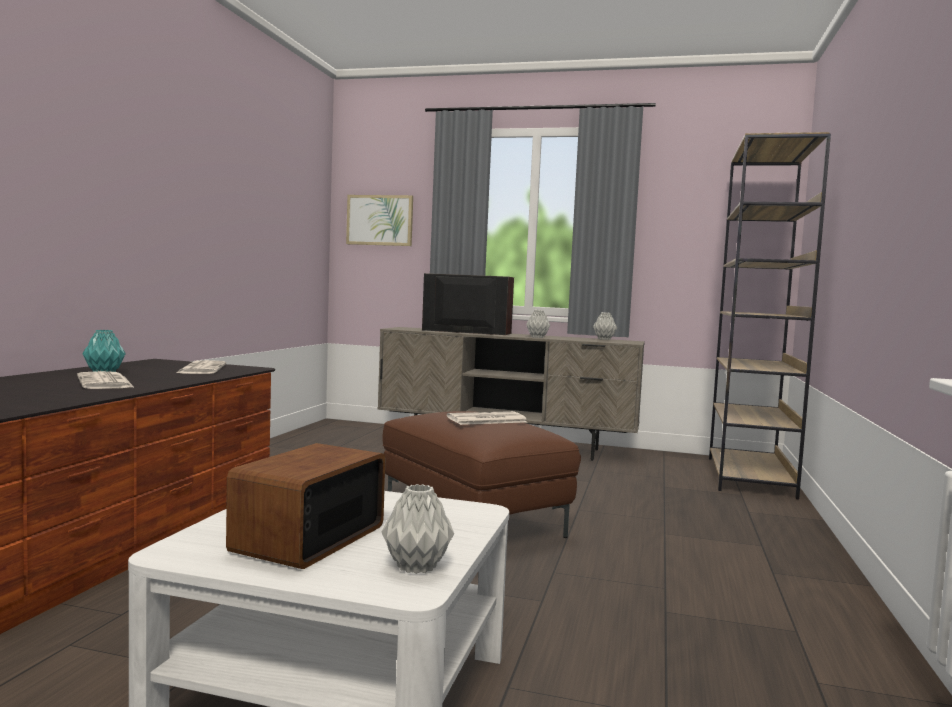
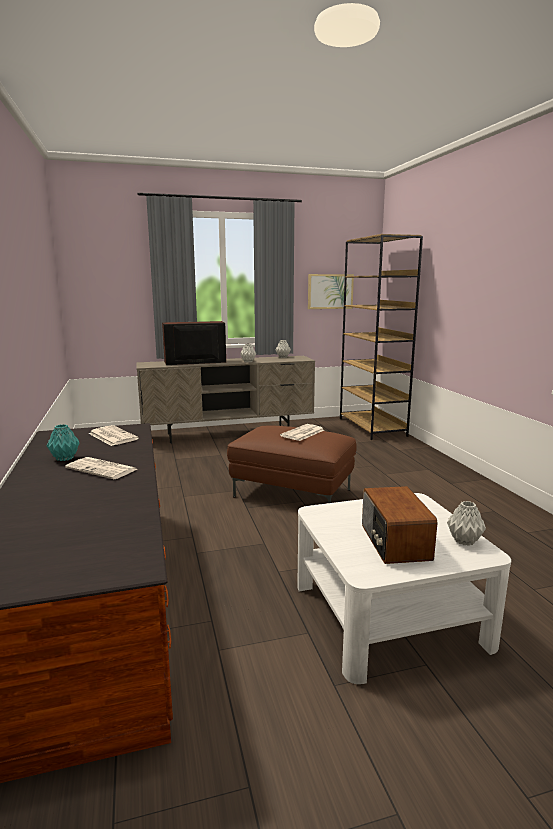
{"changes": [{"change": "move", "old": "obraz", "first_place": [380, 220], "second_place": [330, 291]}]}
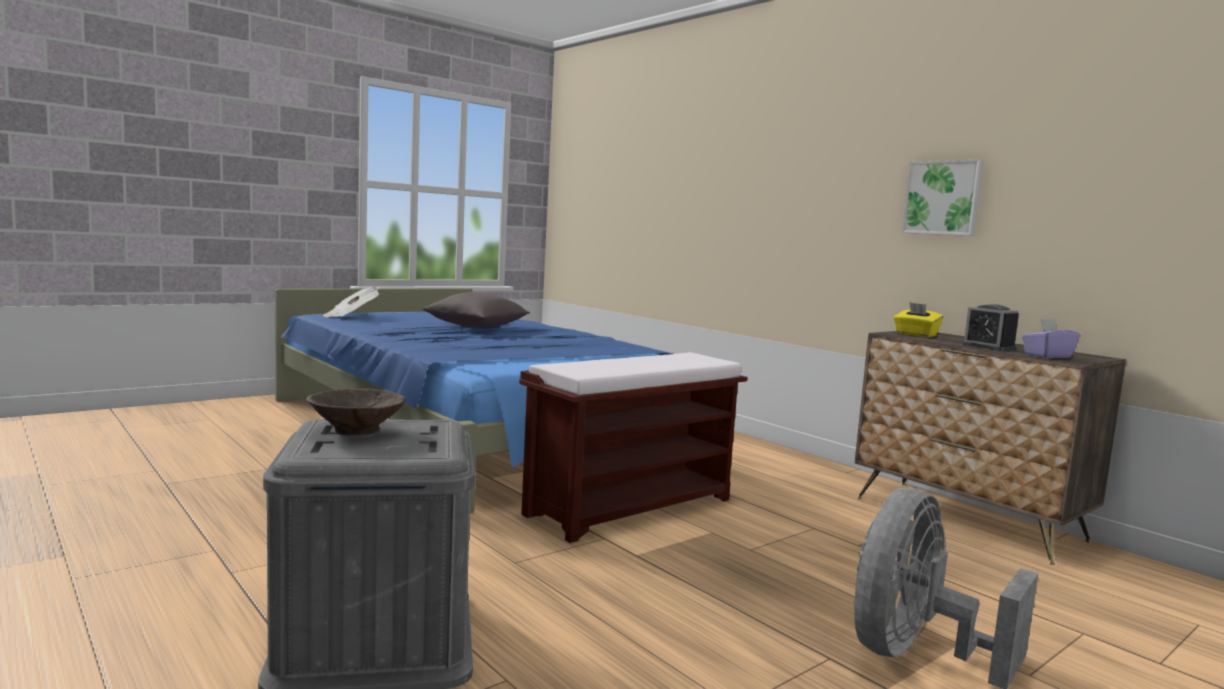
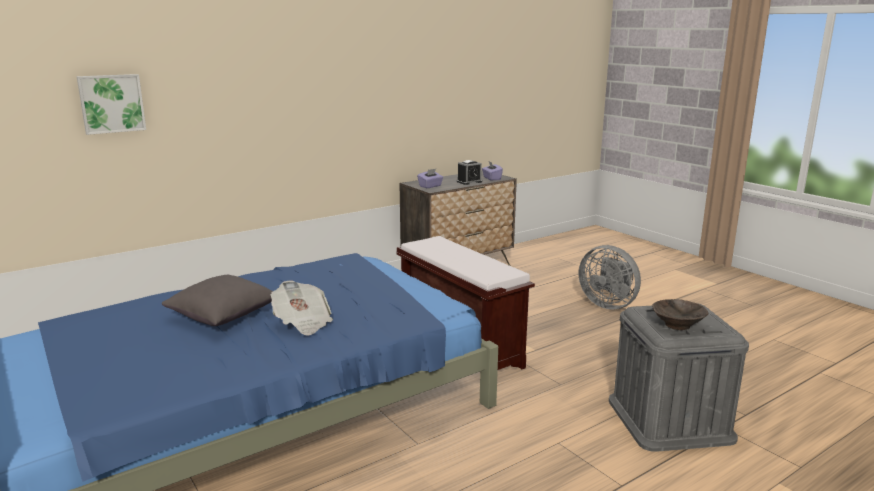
{"changes": [{"change": "move", "old": "obraz", "first_place": [943, 198], "second_place": [111, 103]}, {"change": "move", "old": "gazeta", "first_place": [351, 316], "second_place": [302, 322]}, {"change": "recolor", "old": "pudełko chusteczek/żółty", "new": "pudełko chusteczek/fioletowy", "first_place": [915, 334], "second_place": [430, 186]}]}
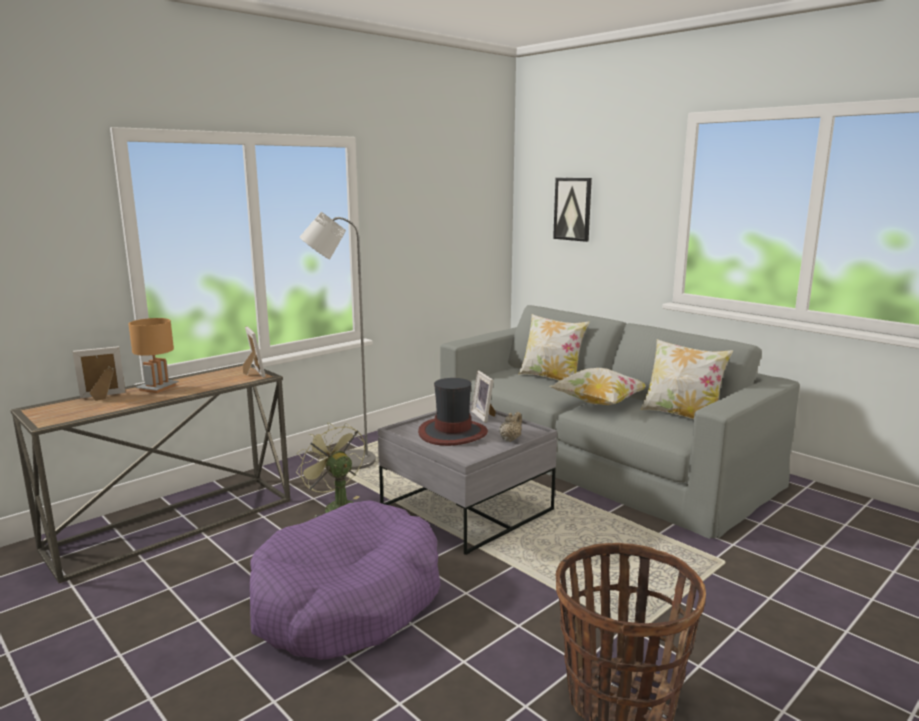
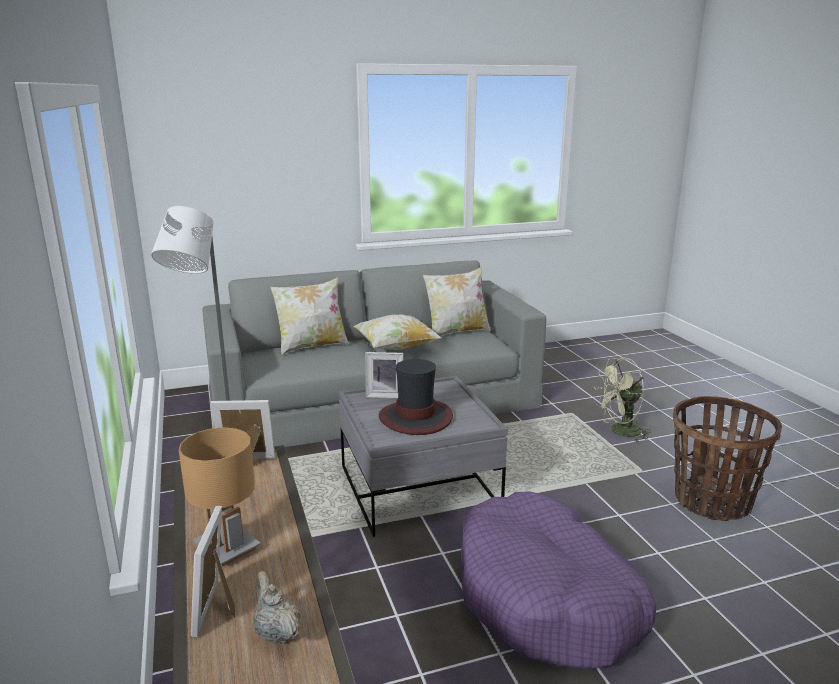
{"changes": [{"change": "move", "old": "imbryk/beżowy", "first_place": [510, 439], "second_place": [276, 632]}, {"change": "move", "old": "wentylator/zielony", "first_place": [335, 507], "second_place": [620, 432]}, {"change": "delete", "old": "obraz", "first_place": [573, 209]}]}
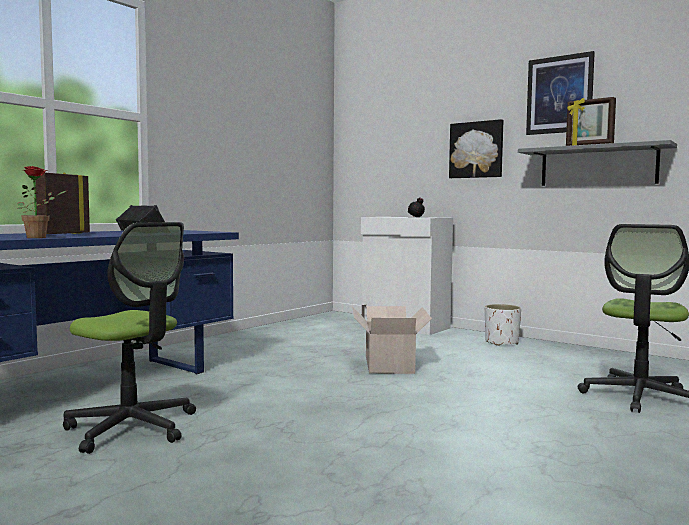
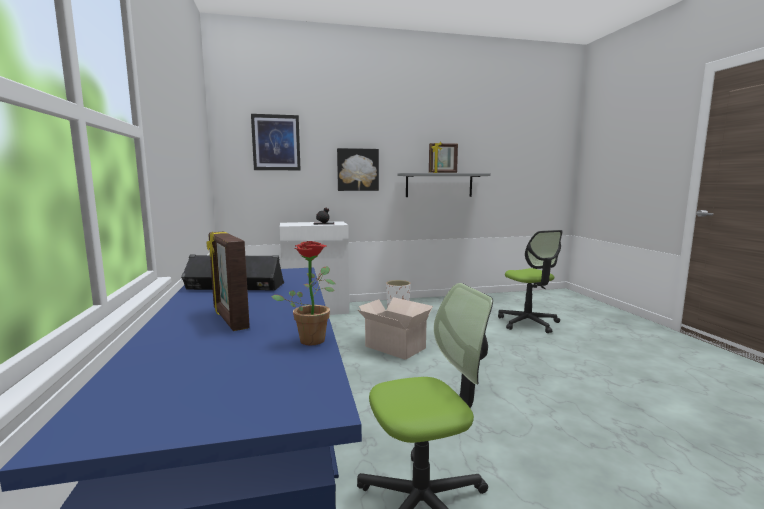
{"changes": [{"change": "move", "old": "obraz", "first_place": [559, 95], "second_place": [276, 142]}]}
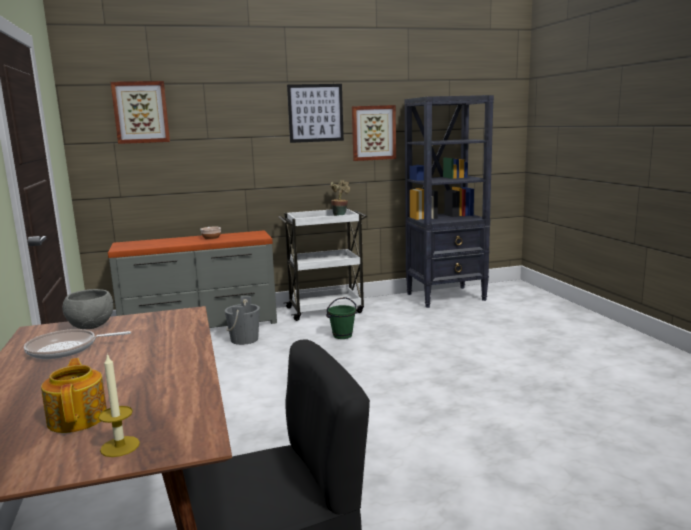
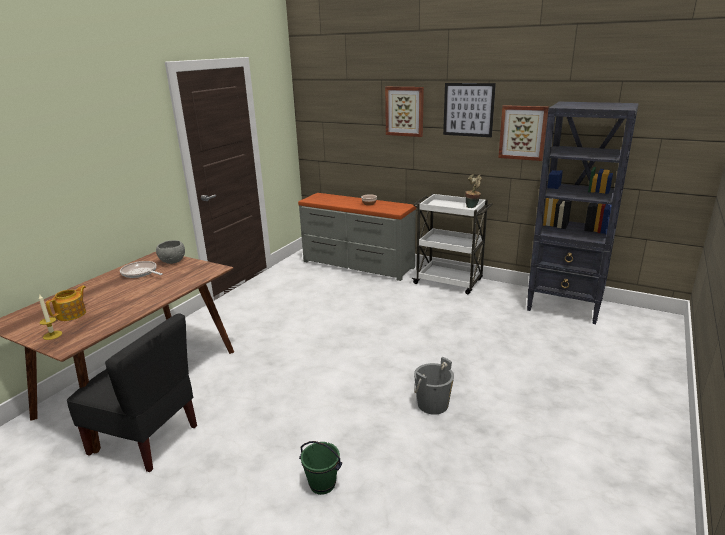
{"changes": [{"change": "move", "old": "wiadro/zielony", "first_place": [342, 336], "second_place": [322, 485]}, {"change": "move", "old": "obraz", "first_place": [141, 112], "second_place": [404, 111]}, {"change": "move", "old": "wiadro/szary", "first_place": [244, 339], "second_place": [433, 404]}]}
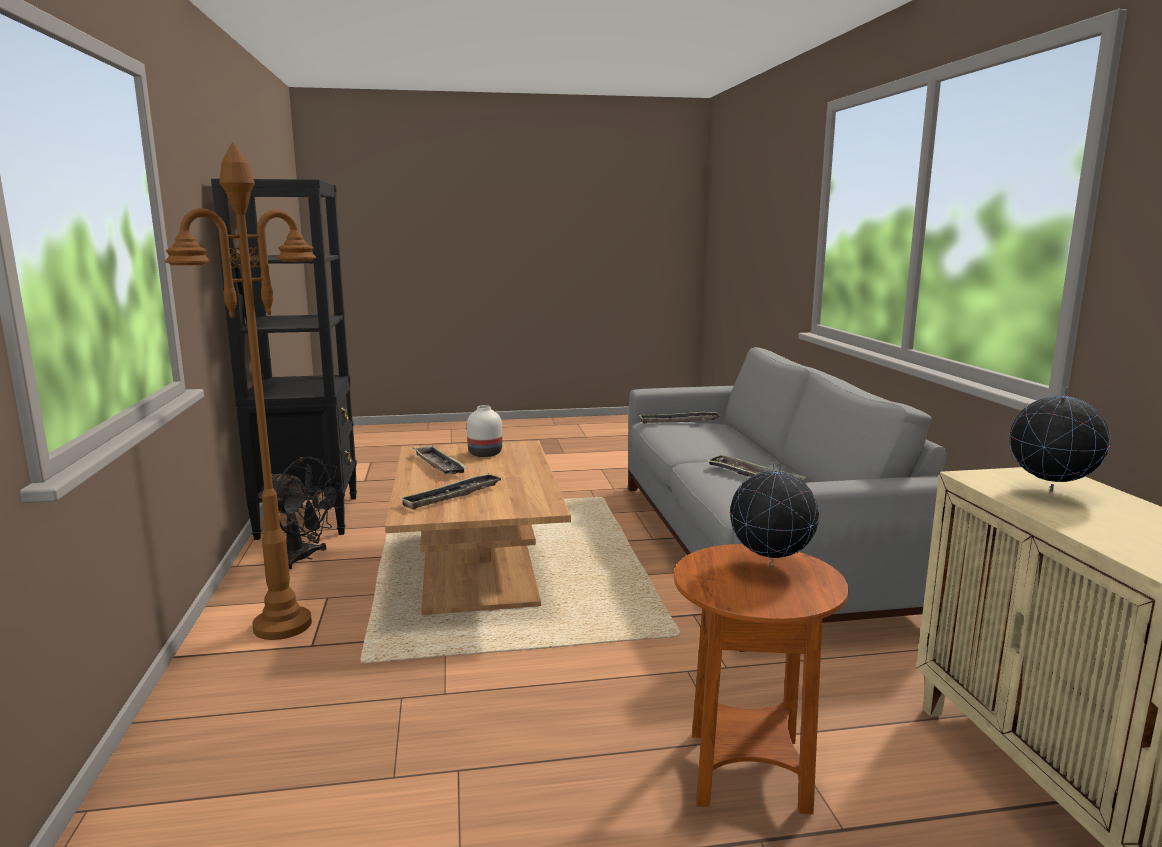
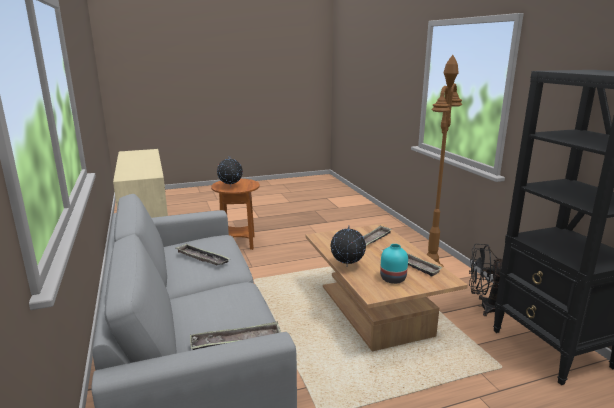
{"changes": [{"change": "move", "old": "globus", "first_place": [1050, 491], "second_place": [347, 266]}, {"change": "recolor", "old": "wazon/biały", "new": "wazon/turkusowy", "first_place": [484, 453], "second_place": [393, 279]}]}
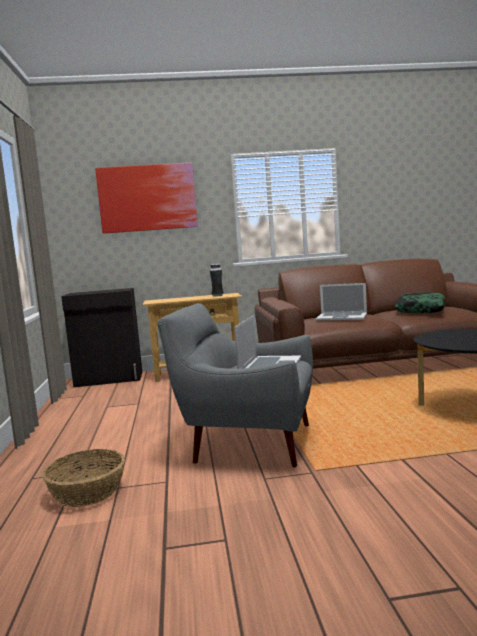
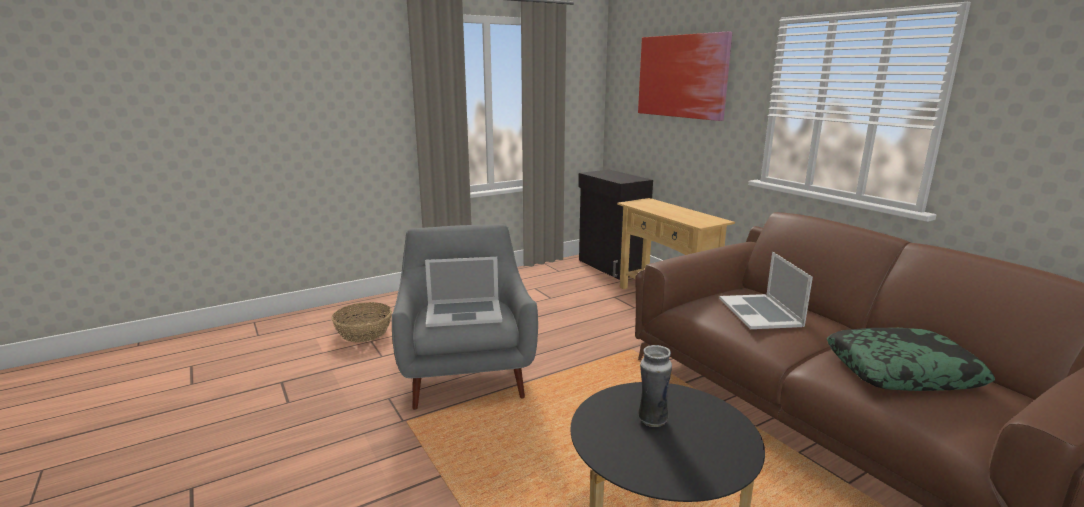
{"changes": [{"change": "move", "old": "wazon", "first_place": [217, 296], "second_place": [652, 420]}]}
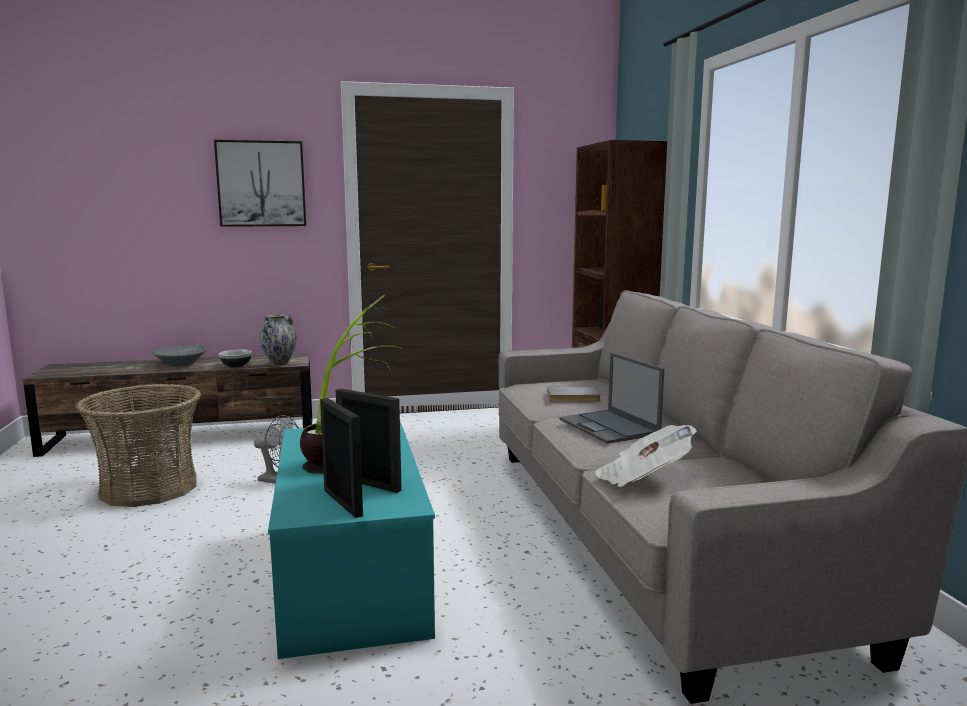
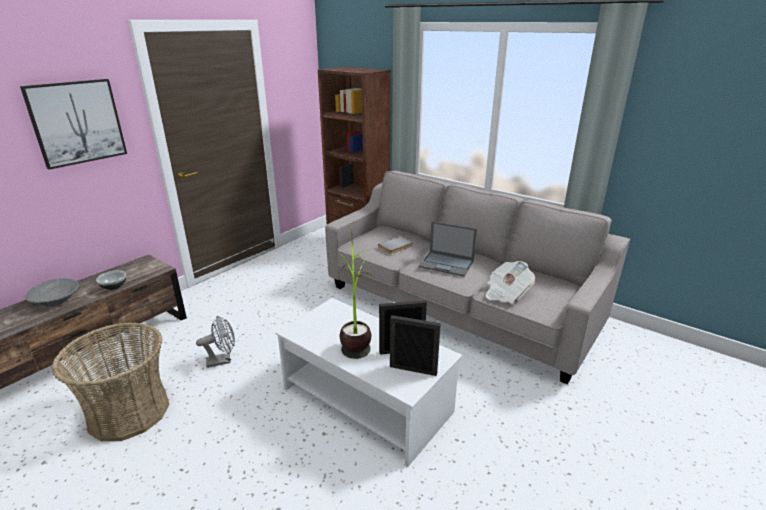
{"changes": [{"change": "recolor", "old": "ława/turkusowy", "new": "ława/biały", "first_place": [352, 574], "second_place": [367, 400]}, {"change": "delete", "old": "wazon", "first_place": [279, 364]}]}
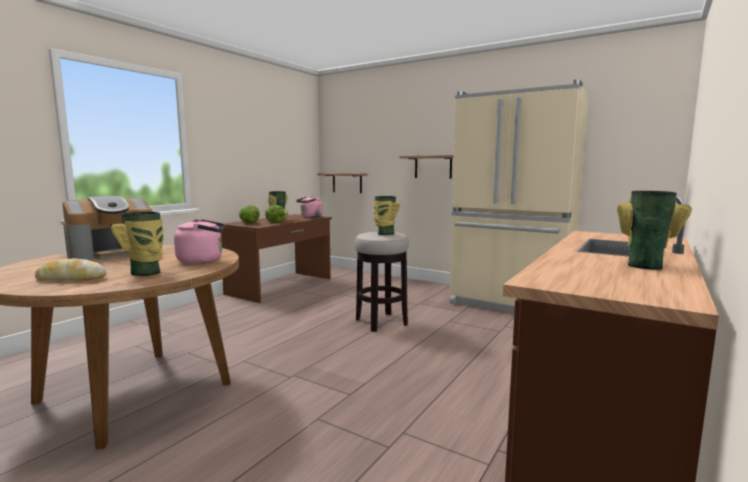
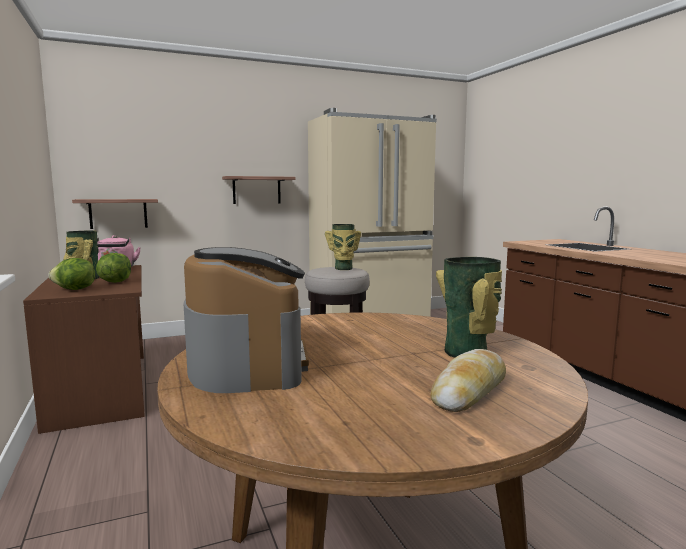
{"changes": [{"change": "delete", "old": "czajnik/różowy", "first_place": [203, 260]}, {"change": "delete", "old": "wazon", "first_place": [644, 265]}]}
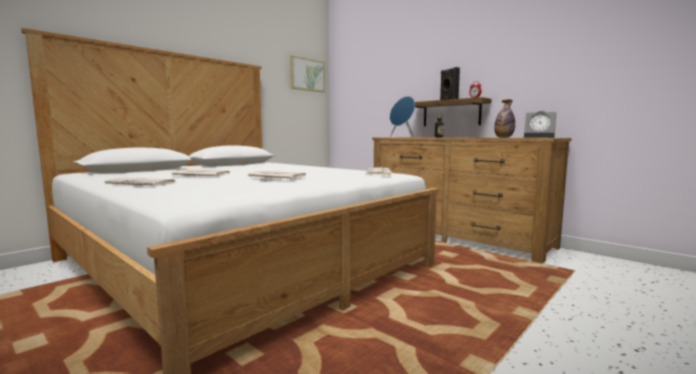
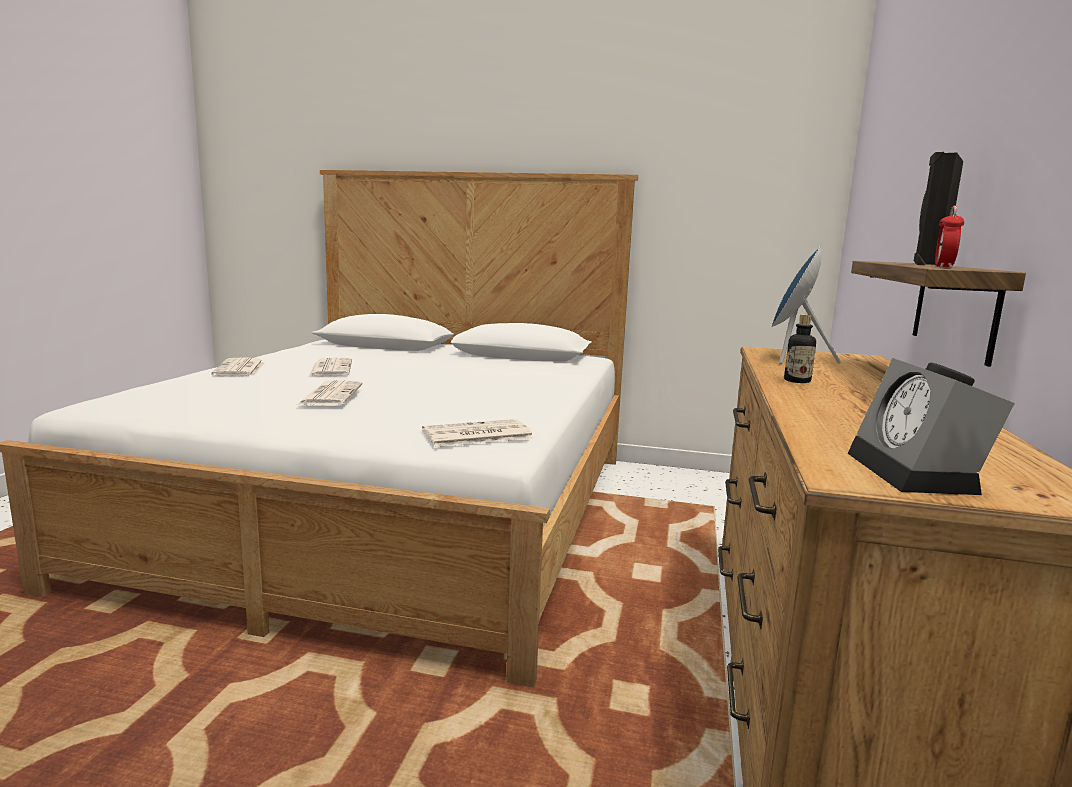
{"changes": [{"change": "delete", "old": "obraz", "first_place": [307, 74]}, {"change": "delete", "old": "butelka", "first_place": [503, 137]}]}
